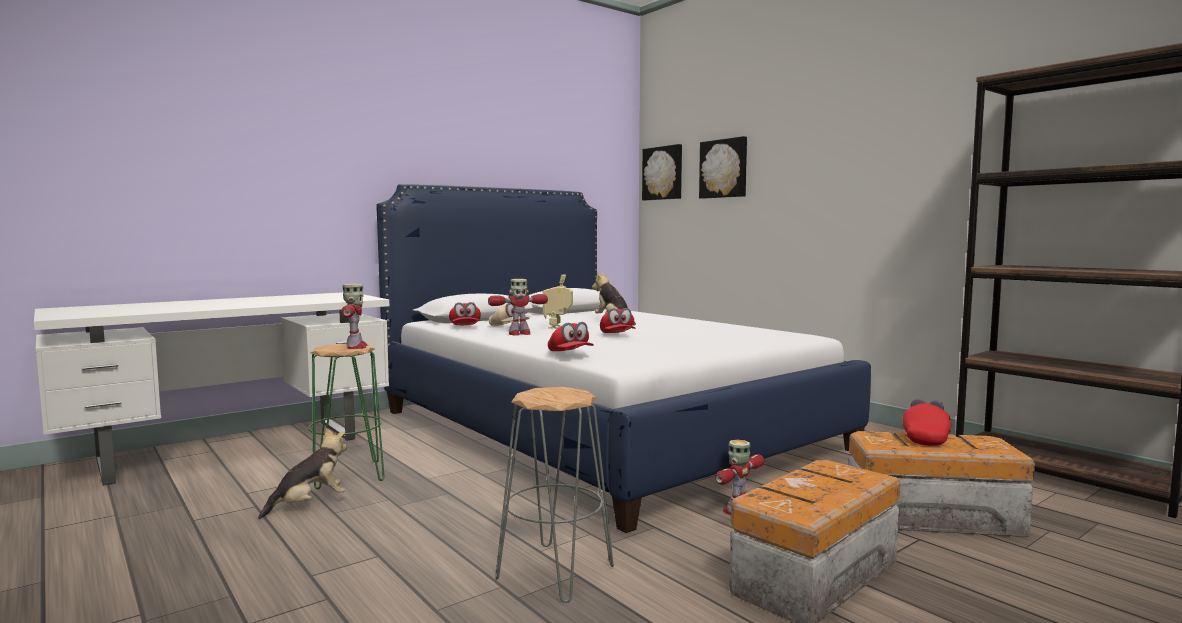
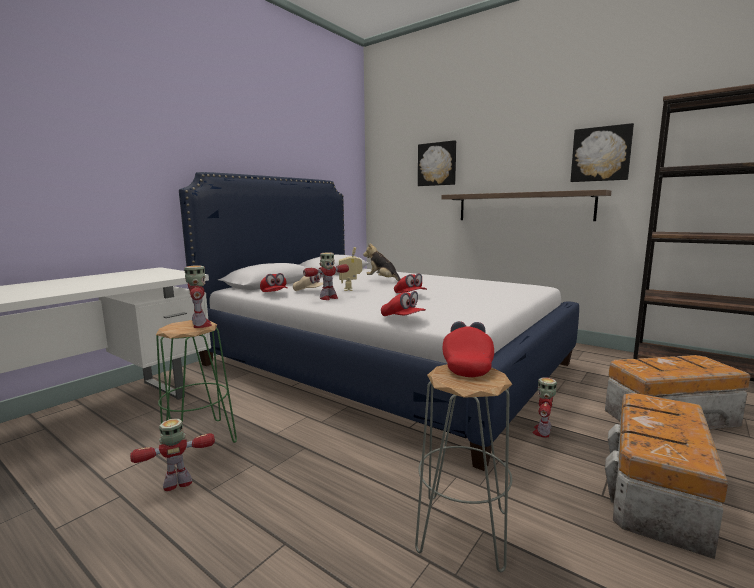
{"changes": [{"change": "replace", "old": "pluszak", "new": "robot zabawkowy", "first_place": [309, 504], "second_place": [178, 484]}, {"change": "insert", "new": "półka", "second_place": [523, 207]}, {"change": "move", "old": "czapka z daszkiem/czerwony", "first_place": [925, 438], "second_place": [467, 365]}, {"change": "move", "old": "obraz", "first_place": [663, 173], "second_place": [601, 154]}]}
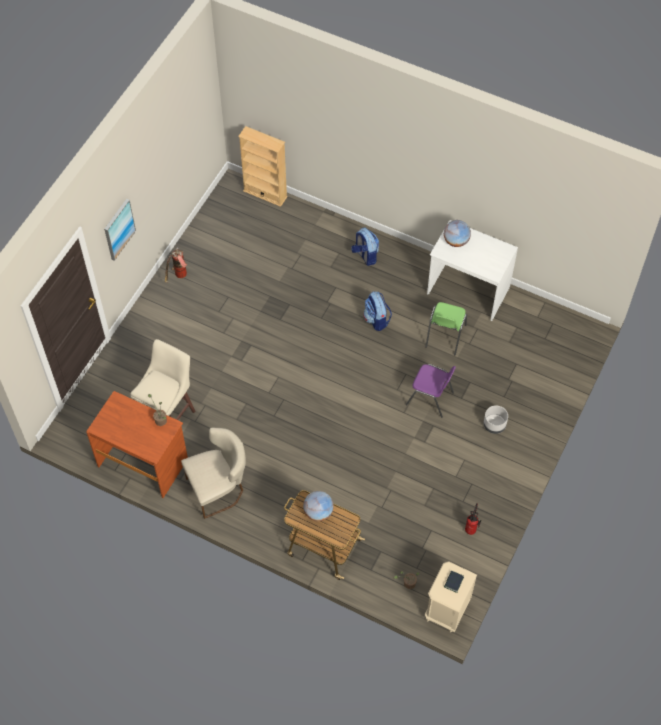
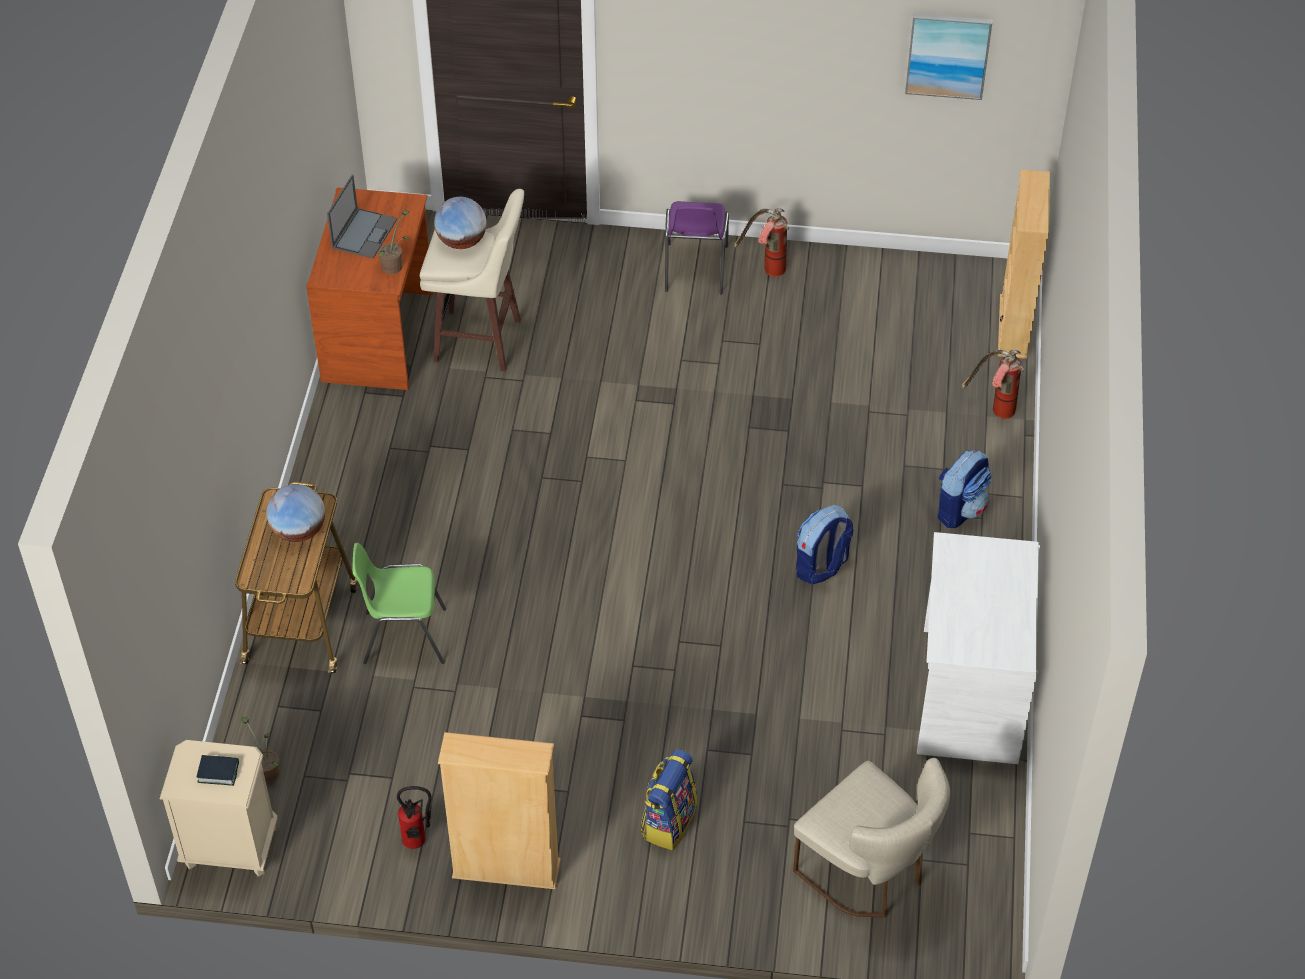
{"changes": [{"change": "insert", "new": "laptop", "second_place": [364, 233]}, {"change": "move", "old": "krzesło/zielony", "first_place": [445, 336], "second_place": [403, 636]}, {"change": "move", "old": "globus", "first_place": [456, 241], "second_place": [462, 241]}, {"change": "insert", "new": "regał/beżowy", "second_place": [506, 869]}, {"change": "replace", "old": "donica/szary", "new": "plecak", "first_place": [494, 425], "second_place": [668, 821]}, {"change": "move", "old": "krzesło/fioletowy", "first_place": [430, 398], "second_place": [695, 269]}, {"change": "move", "old": "krzesło/beżowy", "first_place": [219, 488], "second_place": [869, 873]}, {"change": "move", "old": "obraz", "first_place": [119, 229], "second_place": [948, 55]}, {"change": "insert", "new": "gaśnica", "second_place": [994, 410]}]}
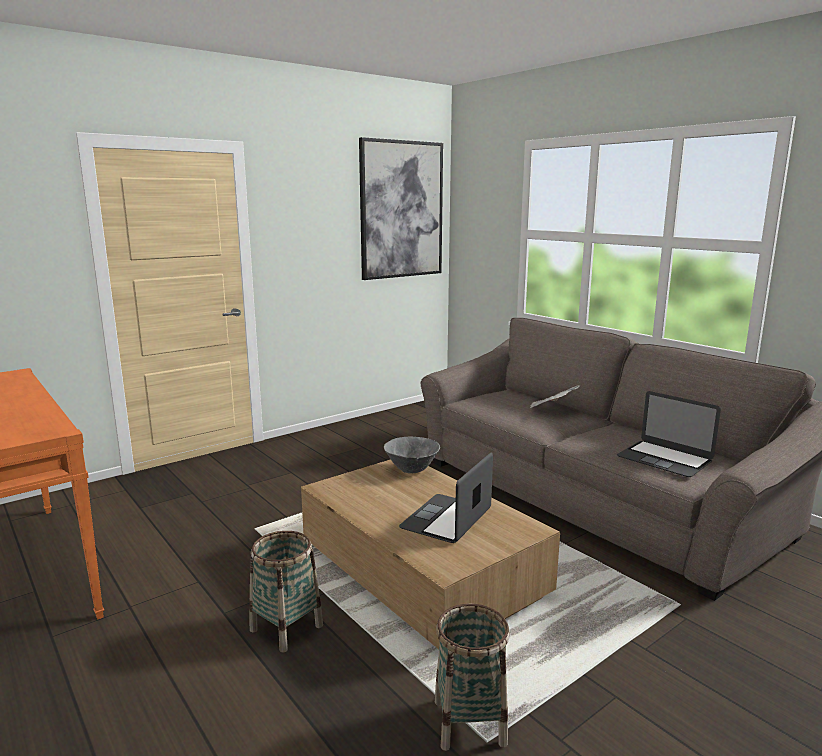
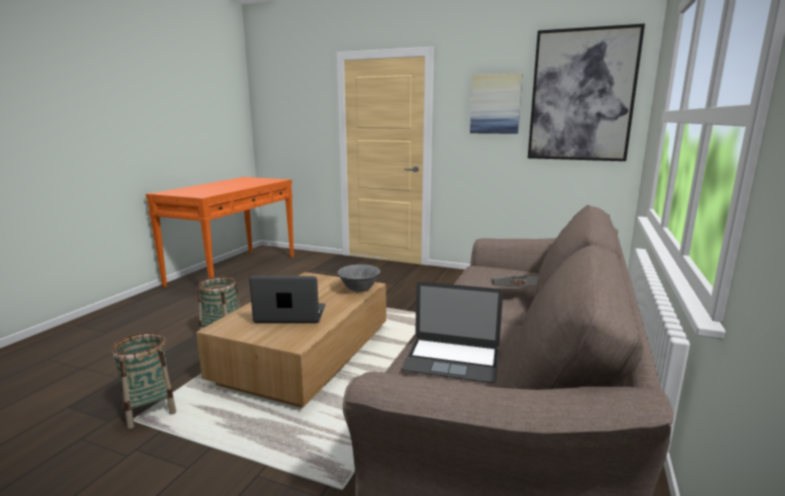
{"changes": [{"change": "rotate", "old": "laptop", "first_place": [664, 458], "second_place": [452, 359], "degrees": -90}, {"change": "insert", "new": "obraz", "second_place": [495, 104]}]}
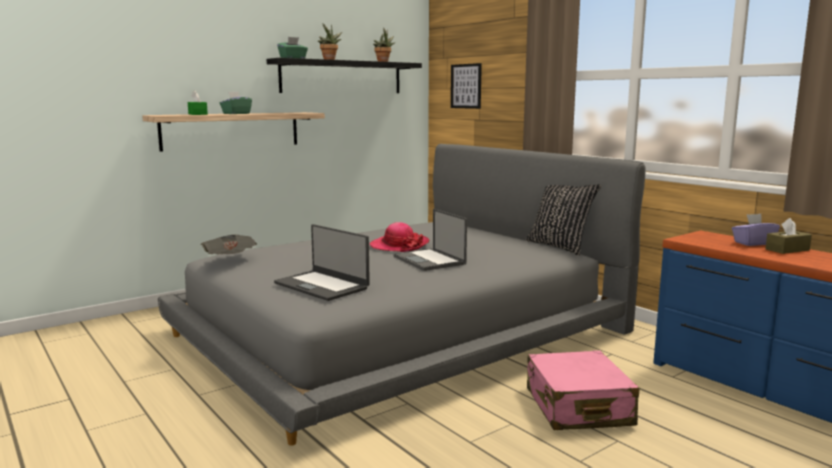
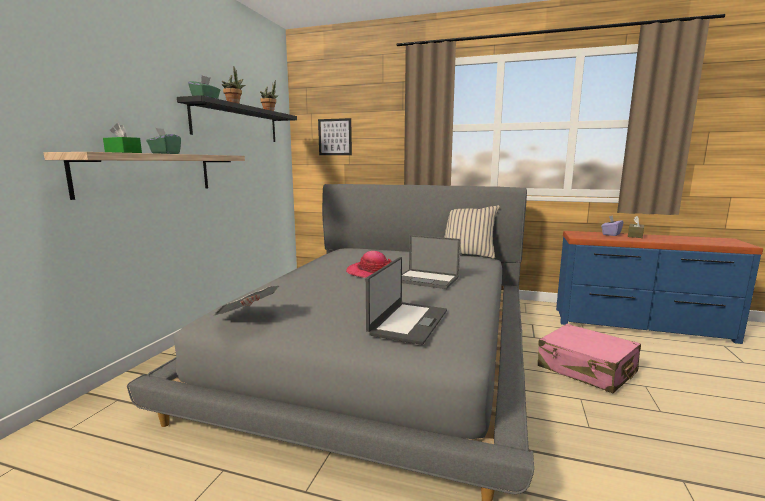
{"changes": [{"change": "rotate", "old": "laptop", "first_place": [322, 285], "second_place": [407, 322], "degrees": -75}, {"change": "recolor", "old": "poduszka/czarny", "new": "poduszka/beżowy", "first_place": [560, 246], "second_place": [467, 254]}]}
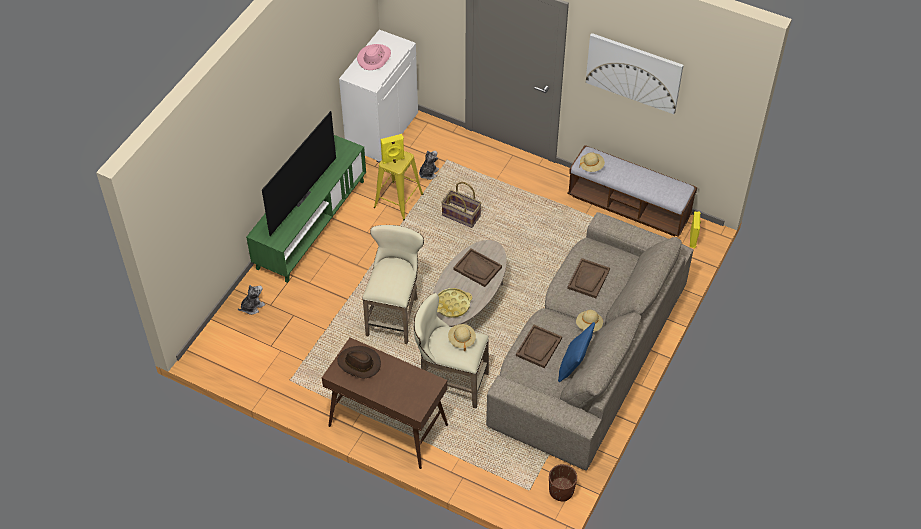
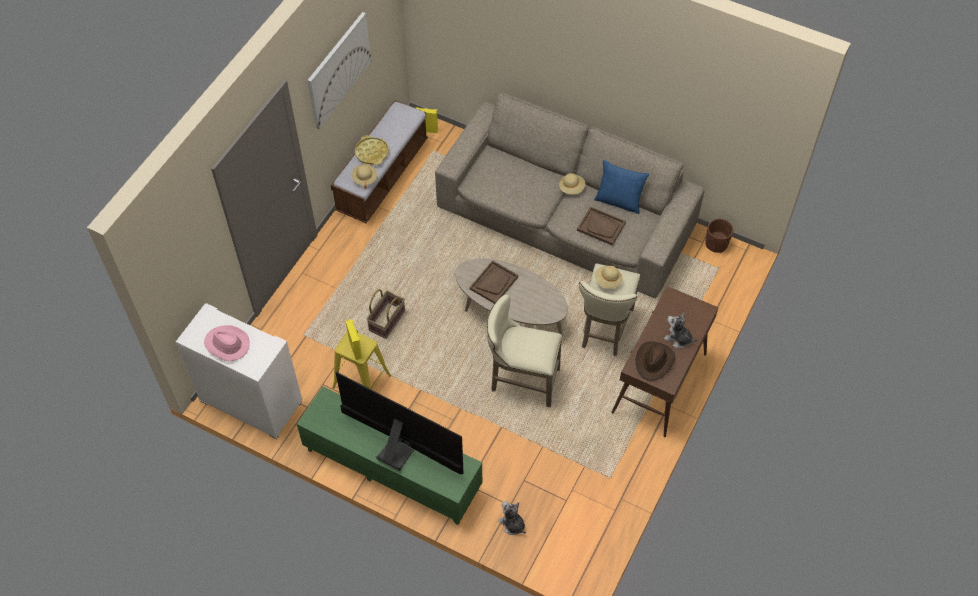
{"changes": [{"change": "move", "old": "taca/żółty", "first_place": [452, 305], "second_place": [372, 153]}, {"change": "move", "old": "pluszak", "first_place": [428, 173], "second_place": [678, 338]}, {"change": "delete", "old": "taca/brązowy", "first_place": [588, 279]}]}
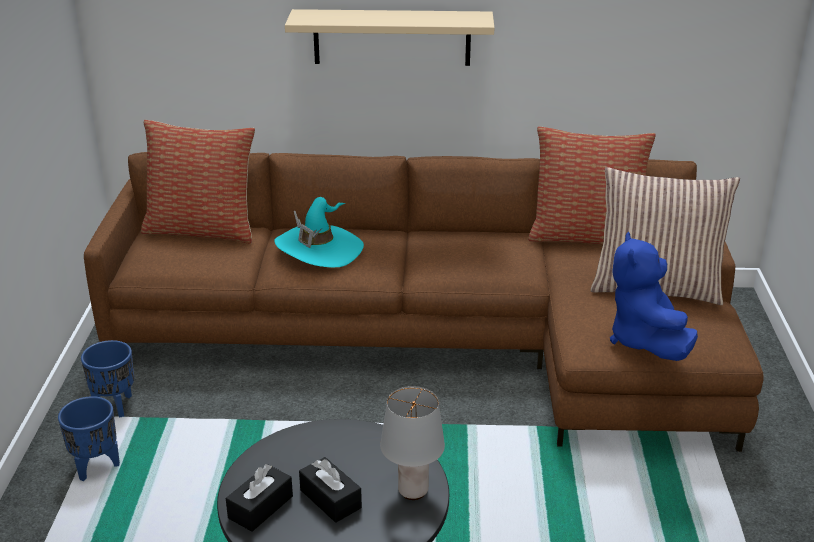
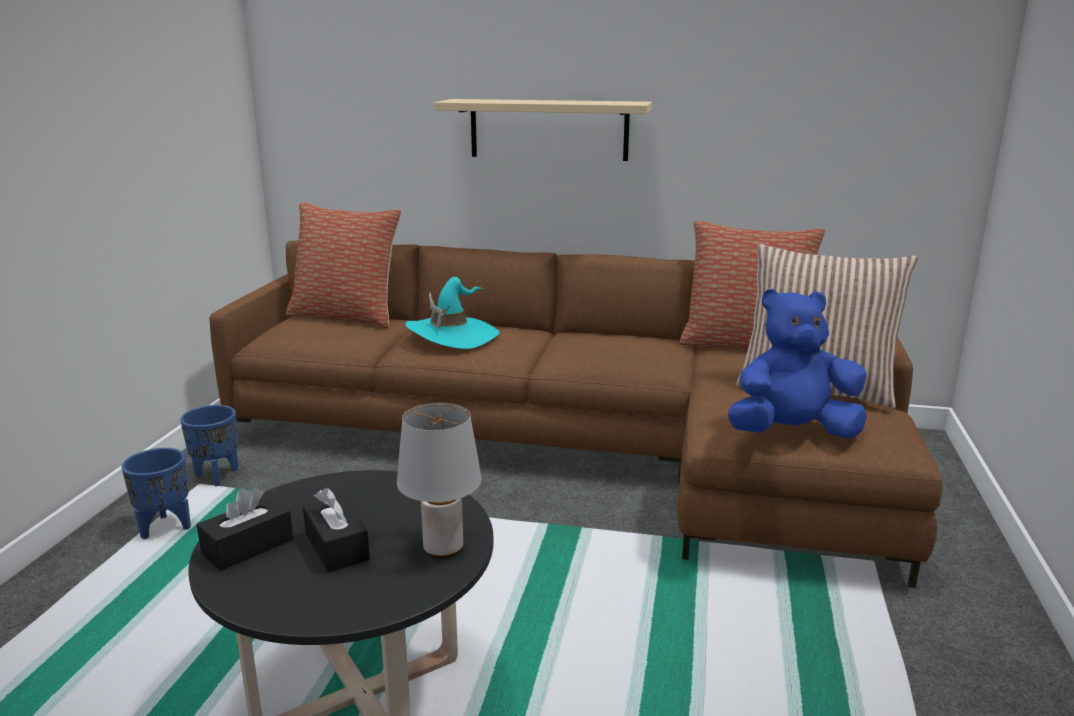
{"changes": [{"change": "rotate", "old": "pluszak/niebieski", "first_place": [645, 341], "second_place": [792, 433], "degrees": 75}]}
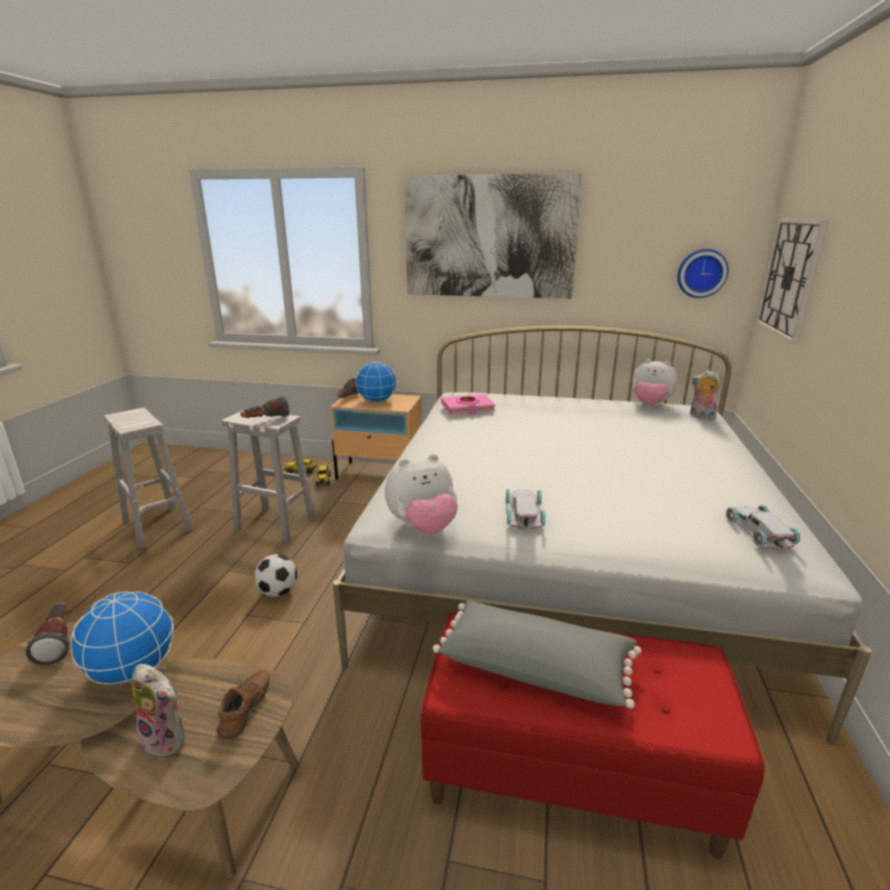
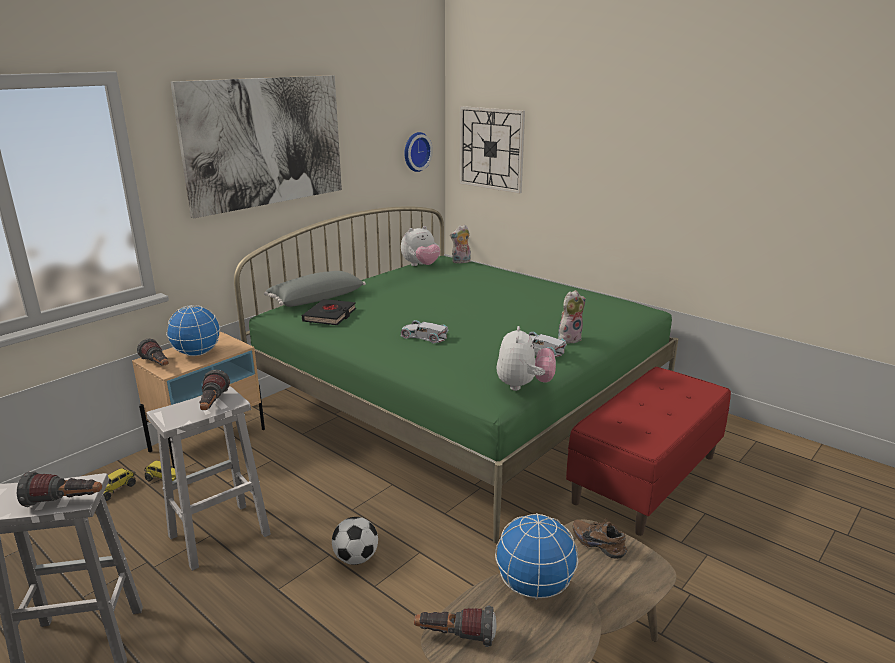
{"changes": [{"change": "insert", "new": "latarka", "second_place": [65, 502]}, {"change": "recolor", "old": "łóżko/biały", "new": "łóżko/zielony", "first_place": [567, 558], "second_place": [461, 402]}, {"change": "move", "old": "poduszka/szary", "first_place": [535, 666], "second_place": [316, 299]}, {"change": "recolor", "old": "książka/różowy", "new": "książka/czarny", "first_place": [467, 408], "second_place": [330, 316]}, {"change": "move", "old": "samochodzik/biały", "first_place": [759, 531], "second_place": [424, 336]}, {"change": "move", "old": "pluszak", "first_place": [168, 739], "second_place": [569, 338]}]}
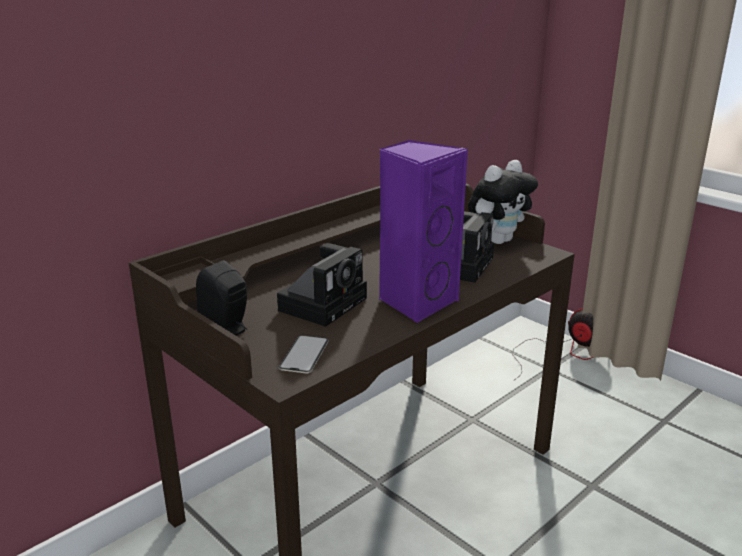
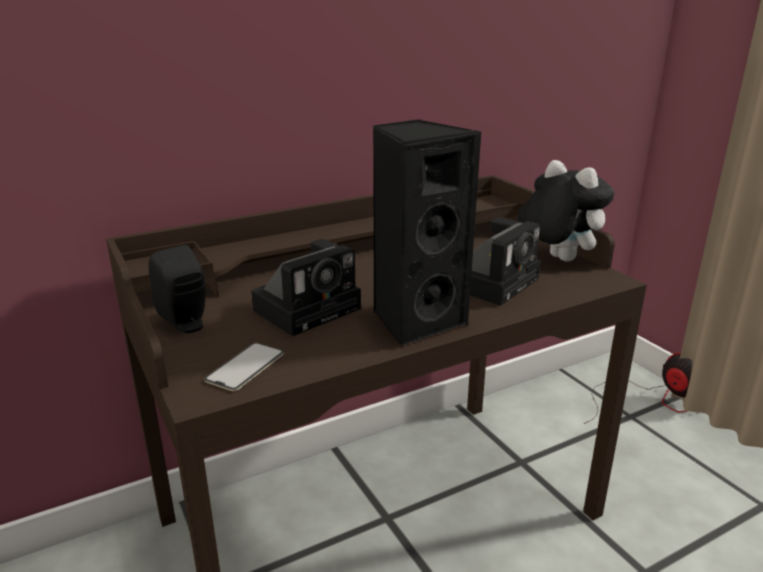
{"changes": [{"change": "recolor", "old": "głośnik/fioletowy", "new": "głośnik/czarny", "first_place": [416, 302], "second_place": [416, 320]}, {"change": "rotate", "old": "pluszak", "first_place": [498, 240], "second_place": [556, 259], "degrees": -105}]}
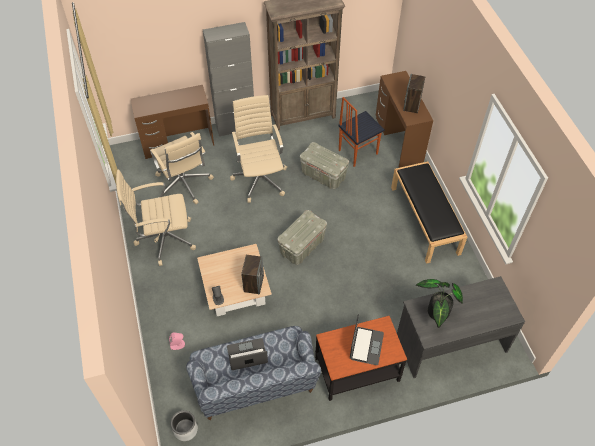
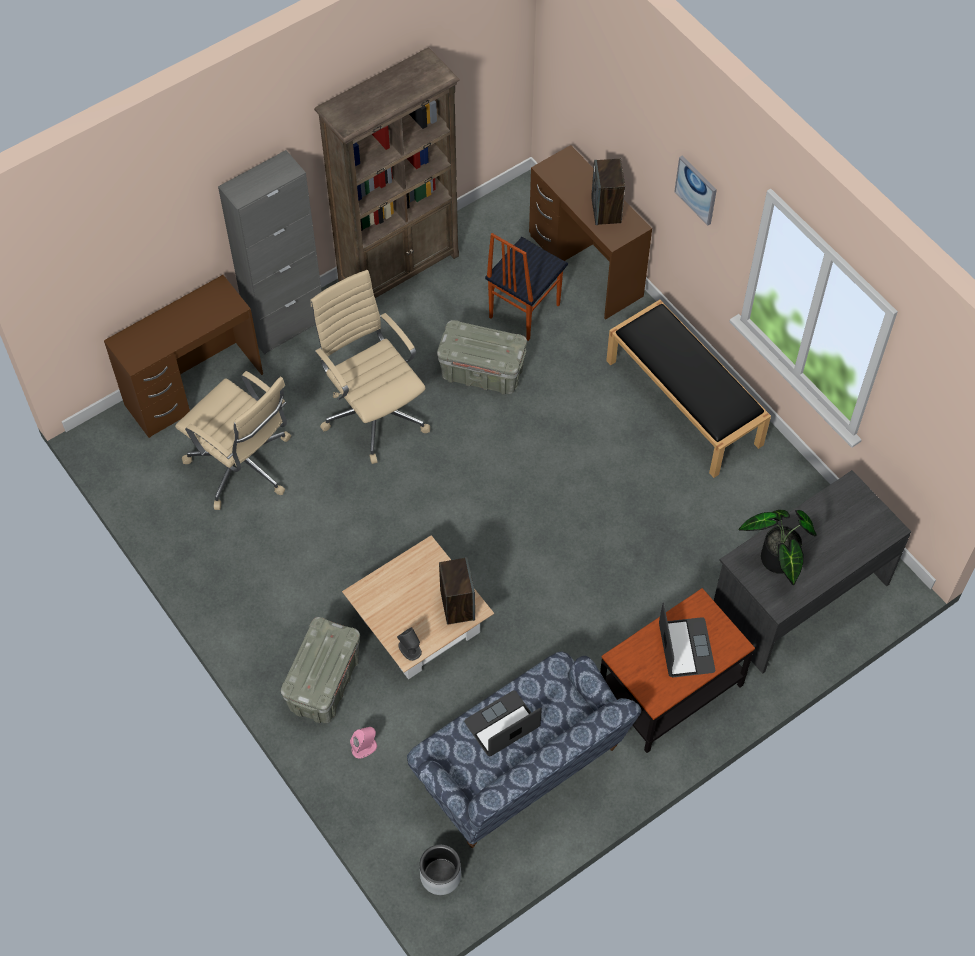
{"changes": [{"change": "move", "old": "pojemnik do przechowywania/szary", "first_place": [302, 247], "second_place": [324, 684]}, {"change": "insert", "new": "obraz", "second_place": [696, 189]}, {"change": "delete", "old": "krzesło biurowe/beżowy", "first_place": [164, 239]}]}
